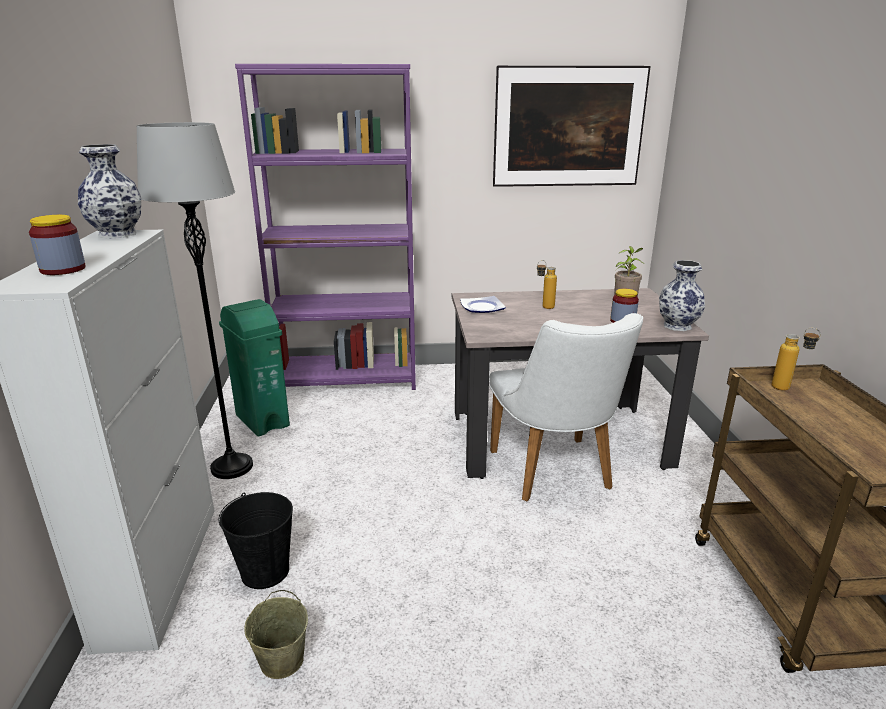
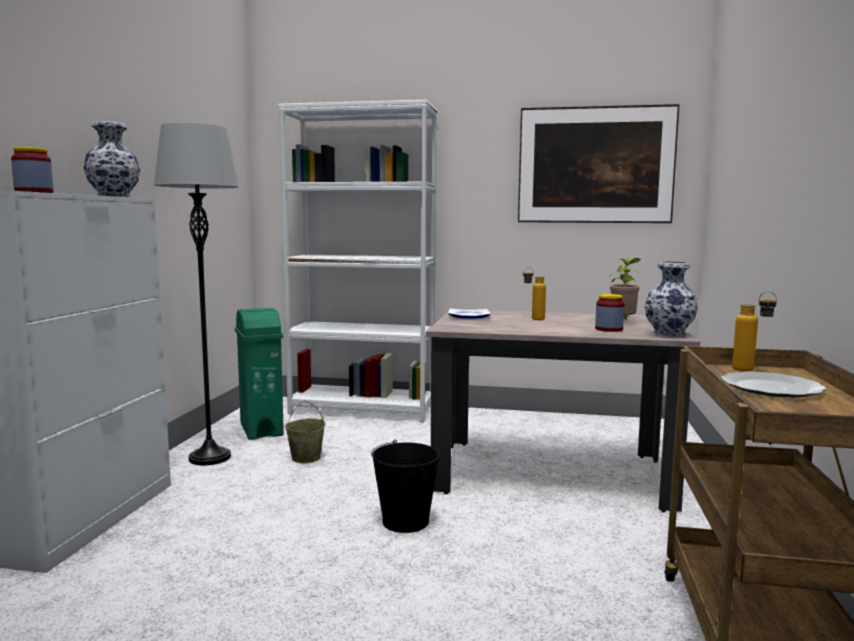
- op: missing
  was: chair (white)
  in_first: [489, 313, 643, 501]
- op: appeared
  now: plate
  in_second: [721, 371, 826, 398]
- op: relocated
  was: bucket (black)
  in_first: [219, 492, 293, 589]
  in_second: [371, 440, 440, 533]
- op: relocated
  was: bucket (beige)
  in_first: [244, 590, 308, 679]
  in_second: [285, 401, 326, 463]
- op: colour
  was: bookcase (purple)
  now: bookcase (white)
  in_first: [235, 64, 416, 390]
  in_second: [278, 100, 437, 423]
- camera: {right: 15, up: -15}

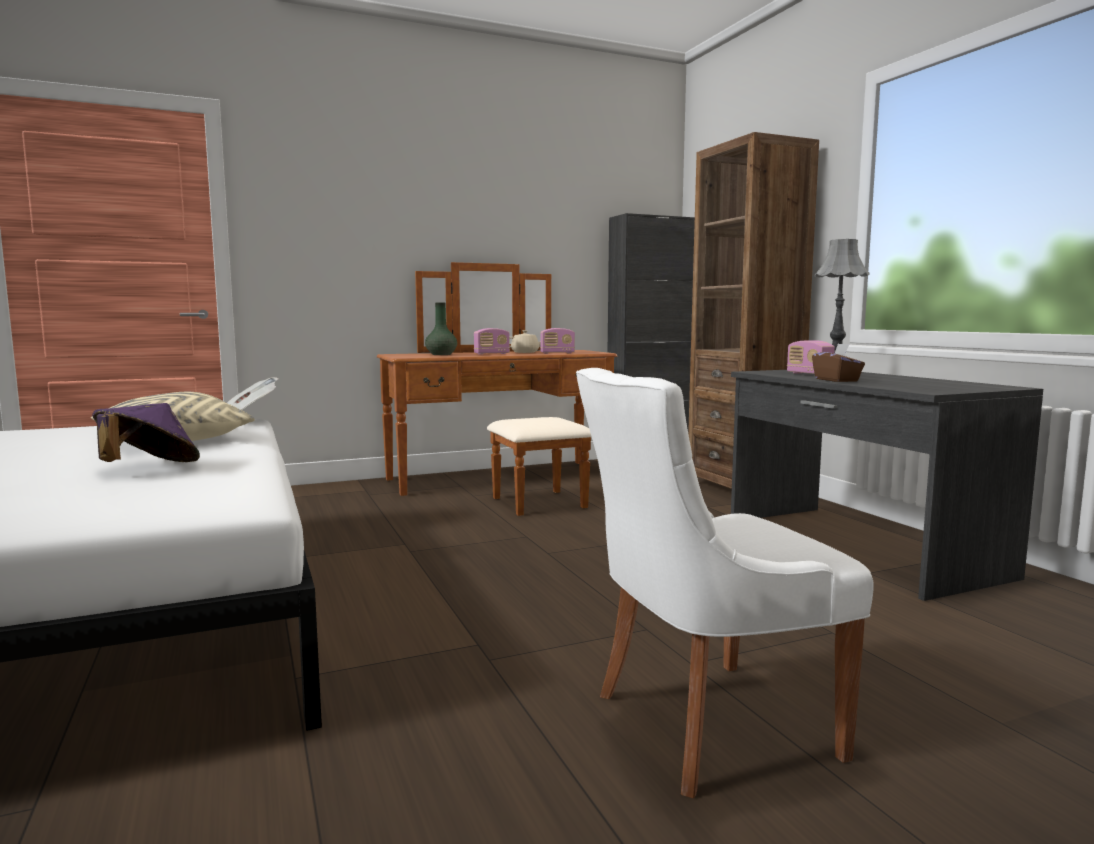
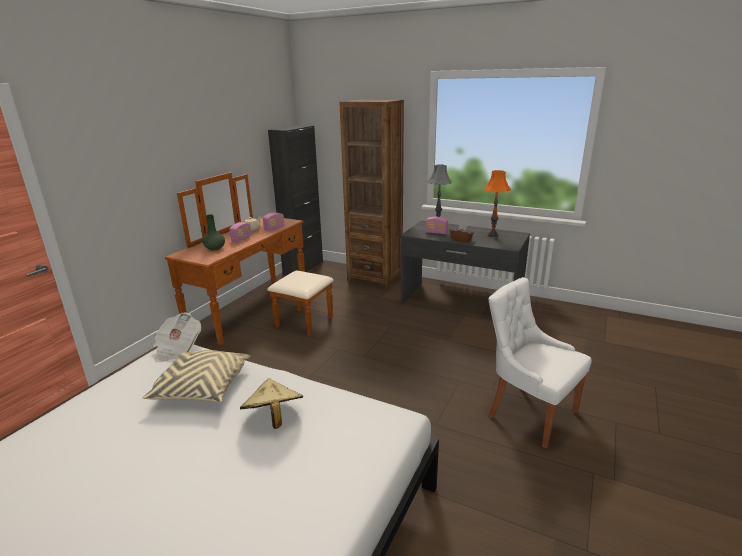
- op: appeared
  now: table lamp (orange)
  in_second: [484, 170, 511, 238]
- op: colour
  was: hat (purple)
  now: hat (beige)
  in_first: [92, 403, 200, 462]
  in_second: [240, 378, 303, 429]
- op: spun
  was: chair (white)
  in_first: [576, 368, 874, 798]
  in_second: [488, 277, 592, 449]
  clockwise: 105
- camera: {right: -40, up: 15}

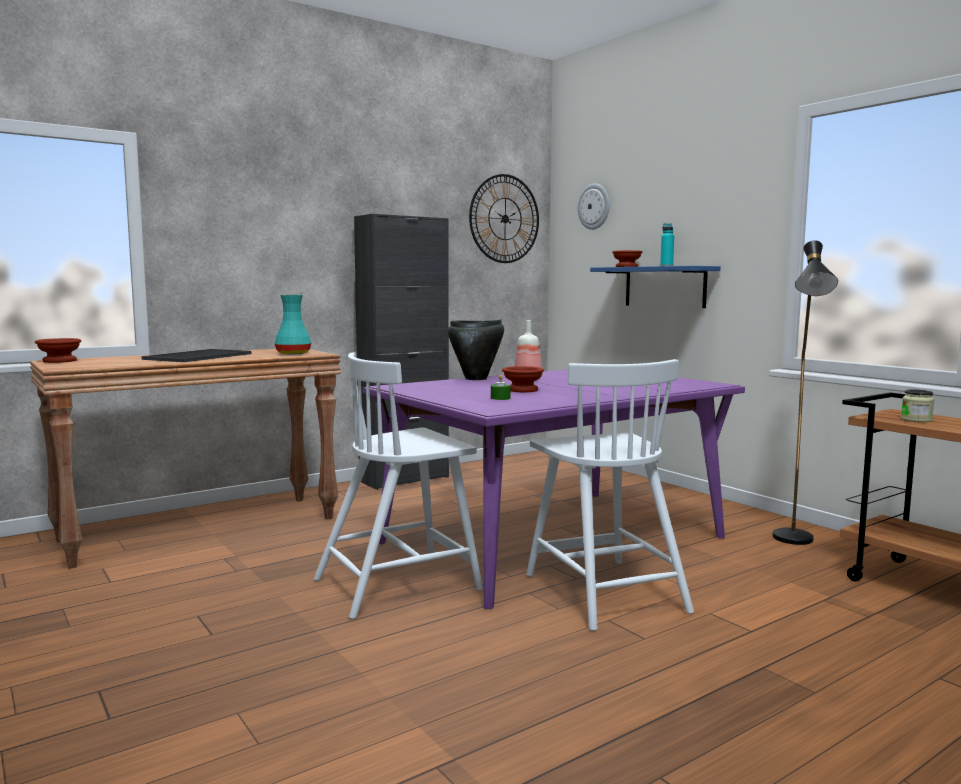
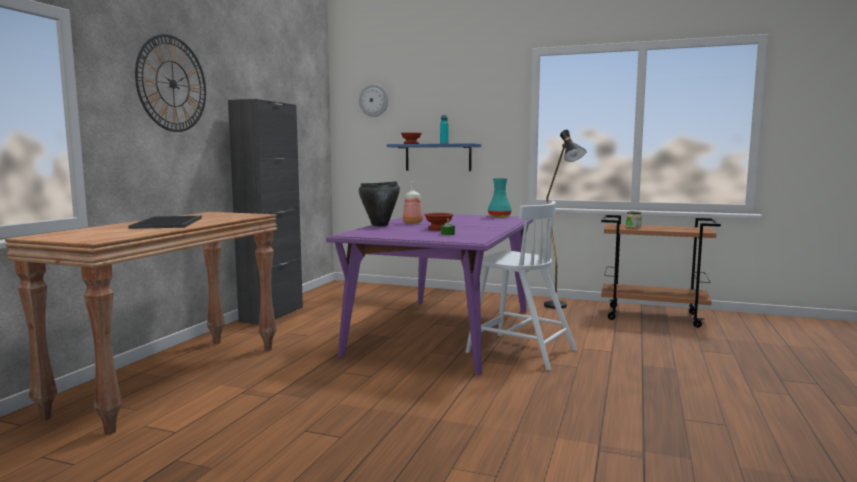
- op: missing
  was: bowl (brown)
  in_first: [35, 338, 82, 363]
- op: missing
  was: chair (white)
  in_first: [314, 352, 483, 619]
- op: relocated
  was: vase (turquoise)
  in_first: [275, 295, 311, 355]
  in_second: [488, 178, 512, 218]
- op: relocated
  was: wall clock
  in_first: [469, 174, 539, 263]
  in_second: [135, 34, 206, 132]
- camera: {right: -35, up: 0}

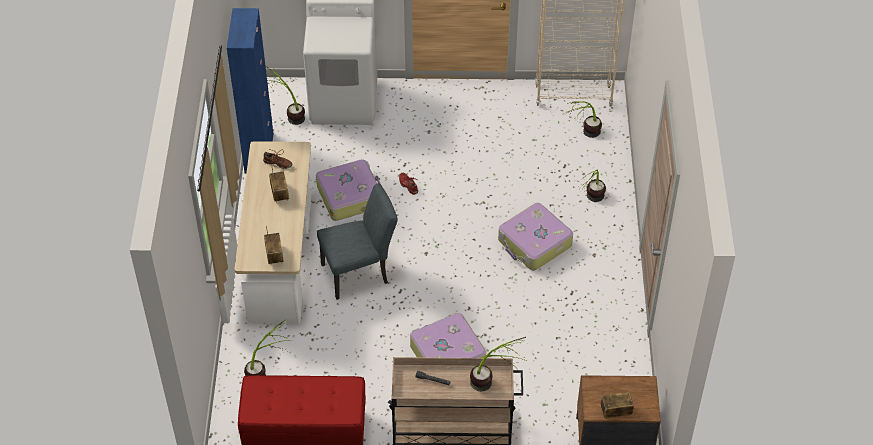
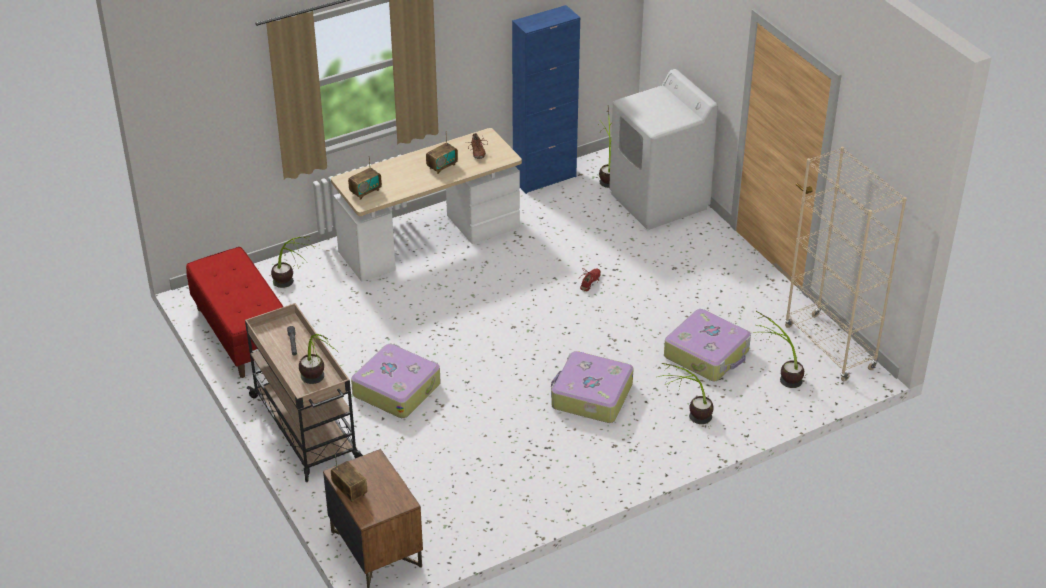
- op: missing
  was: chair (grey)
  in_first: [317, 183, 398, 300]
- op: relocated
  was: suitcase
  in_first: [316, 159, 380, 221]
  in_second: [664, 309, 751, 381]
- camera: {right: 60, up: -10}

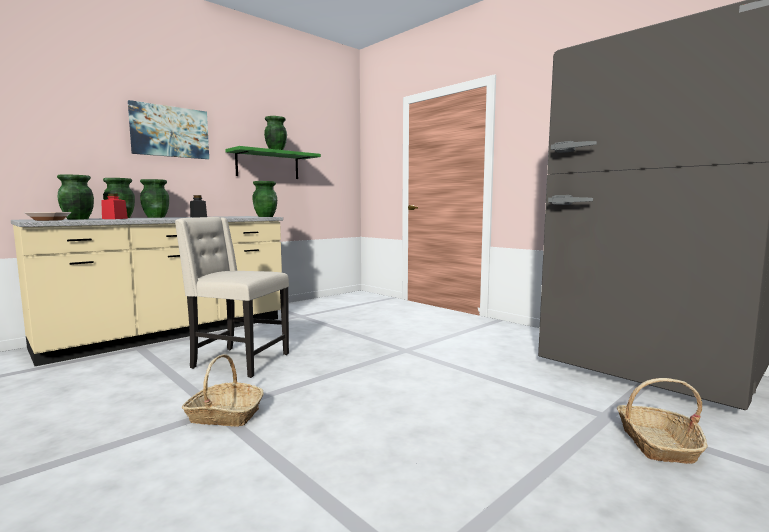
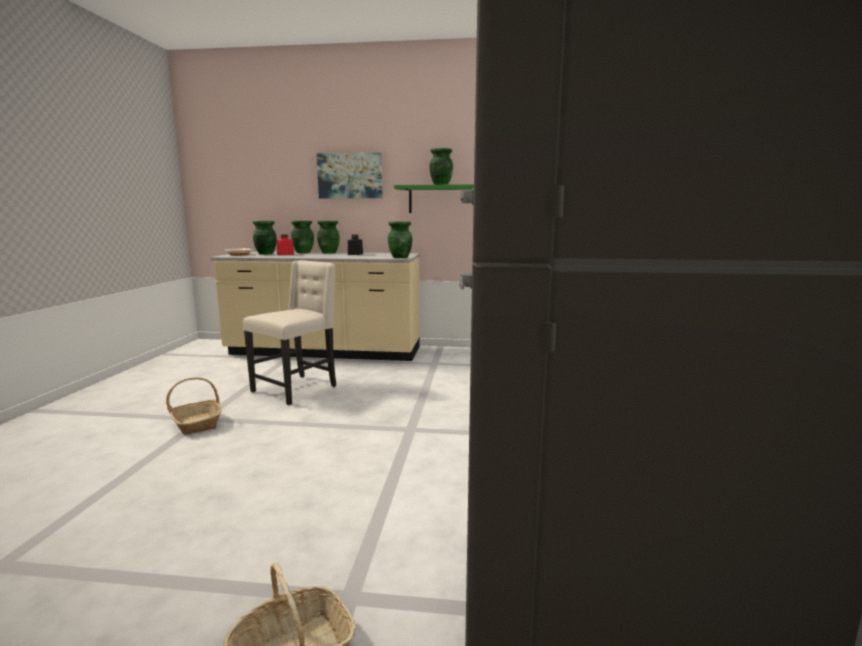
- op: spun
  was: chair (beige)
  in_first: [175, 217, 289, 378]
  in_second: [243, 260, 336, 405]
  clockwise: 60
- camera: {right: 50, up: 5}

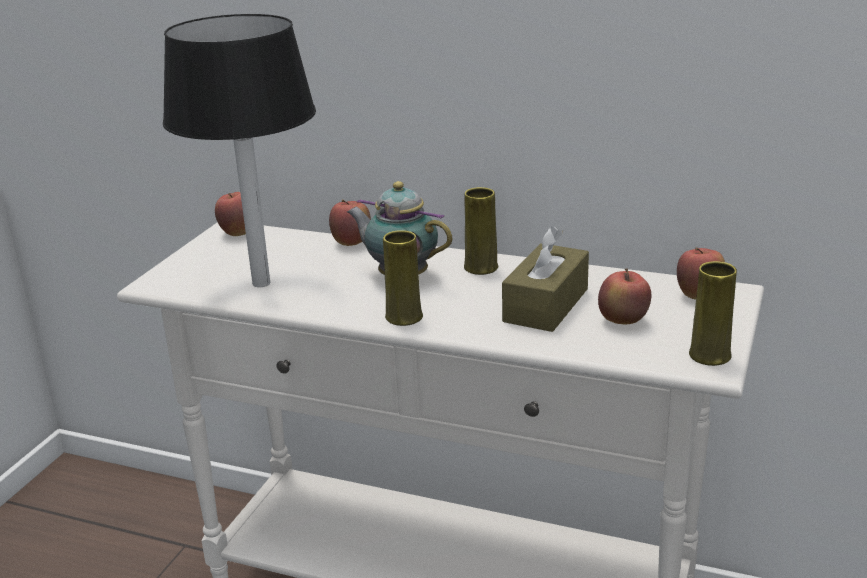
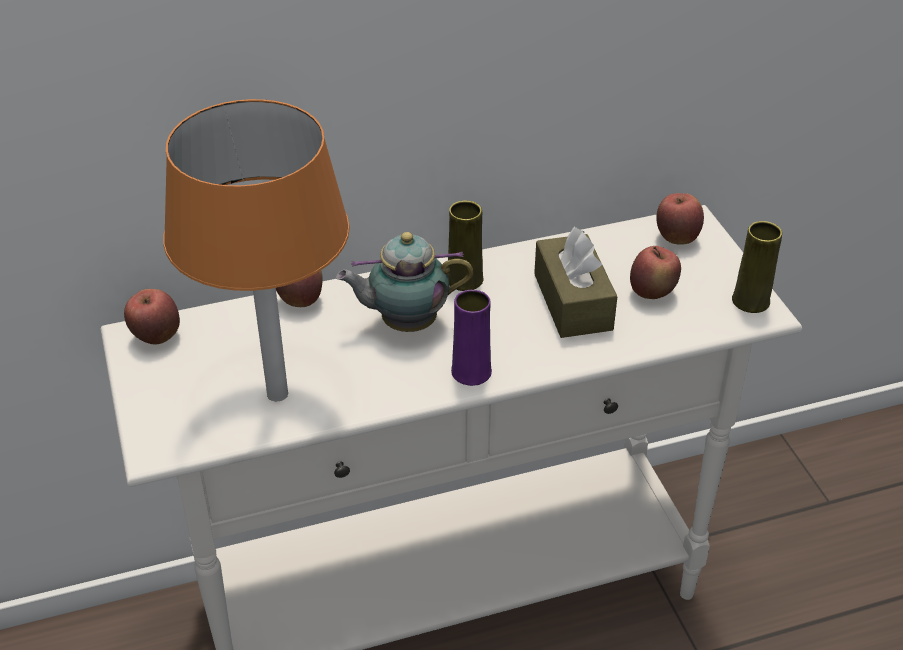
- op: colour
  was: table lamp (black)
  now: table lamp (orange)
  in_first: [163, 14, 316, 287]
  in_second: [163, 99, 350, 401]
- op: colour
  was: vase (yellow)
  now: vase (purple)
  in_first: [383, 230, 423, 326]
  in_second: [451, 290, 492, 386]
- camera: {right: -40, up: 15}

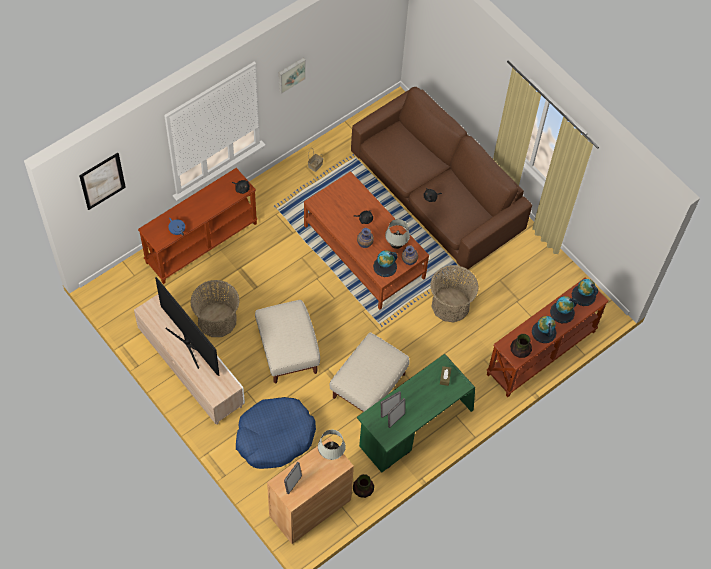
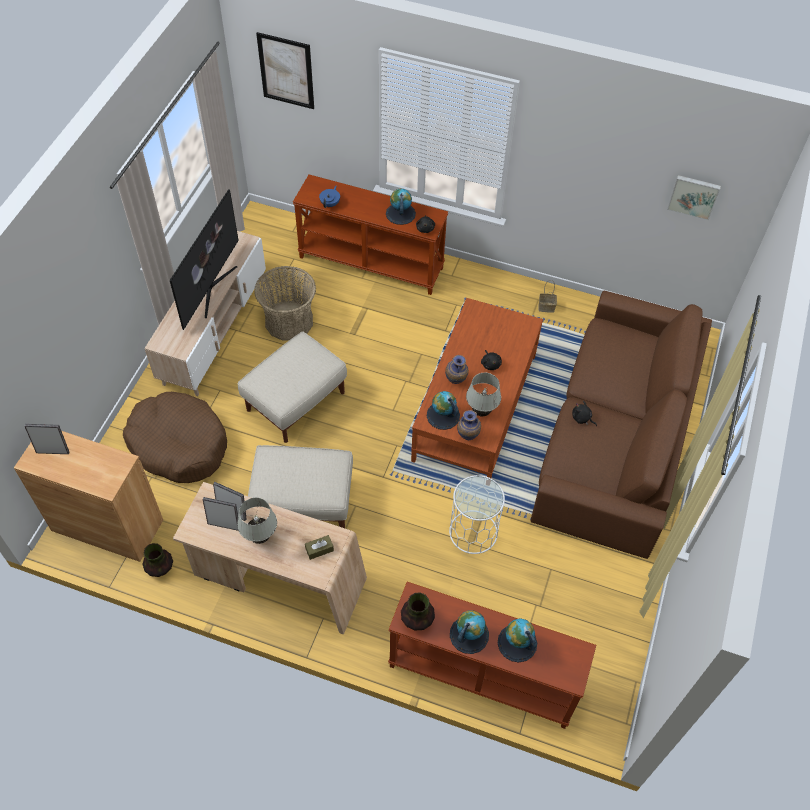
- op: relocated
  was: picture
  in_first: [279, 58, 306, 94]
  in_second: [667, 175, 721, 220]
- op: relocated
  was: table lamp (white)
  in_first: [318, 430, 346, 460]
  in_second: [237, 498, 277, 544]
- op: relocated
  was: globe
  in_first: [572, 279, 598, 306]
  in_second: [386, 188, 416, 225]
- op: exchanged
  was: basket
  now: side table (white)
  in_first: [430, 265, 479, 323]
  in_second: [449, 475, 505, 554]
- op: colour
  was: dog bed (blue)
  now: dog bed (brown)
  in_first: [236, 397, 316, 469]
  in_second: [123, 392, 227, 483]
- op: colour
  was: desk (green)
  now: desk (beige)
  in_first: [357, 354, 475, 473]
  in_second: [173, 482, 367, 635]
- camera: {right: 60, up: -5}

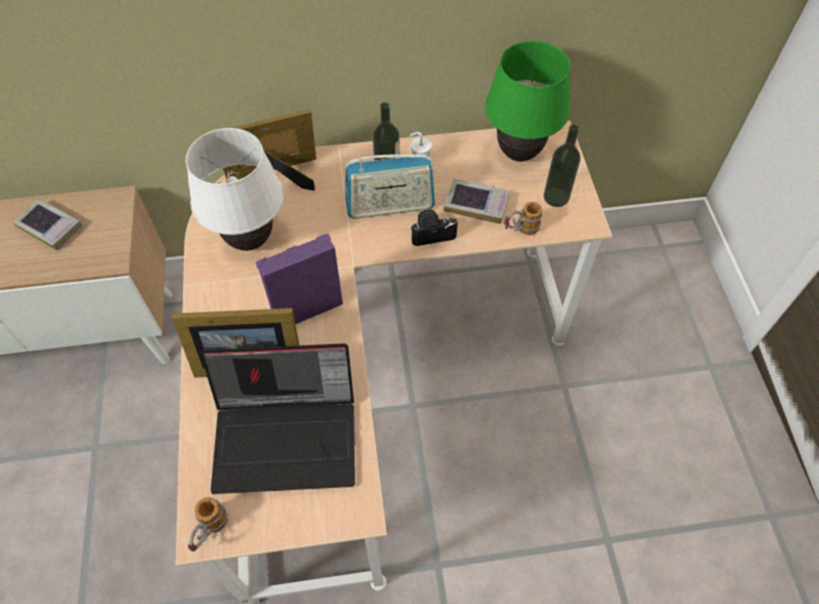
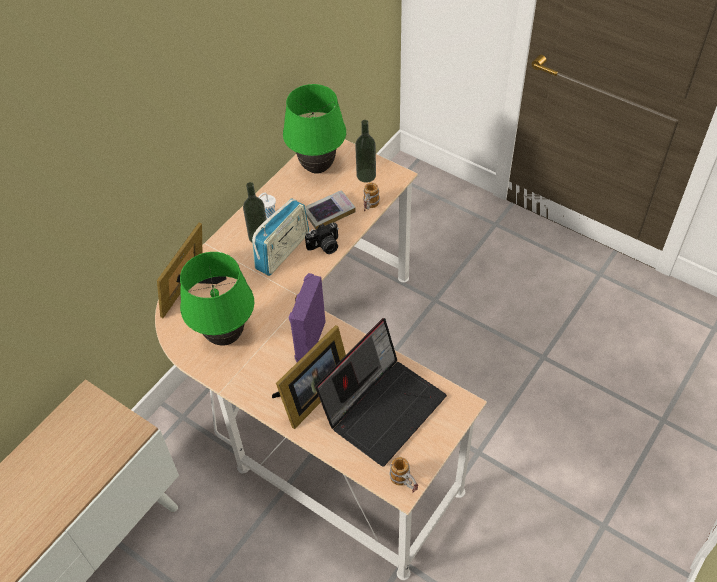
- op: missing
  was: book
  in_first: [13, 199, 82, 251]
- op: colour
  was: table lamp (white)
  now: table lamp (green)
  in_first: [186, 128, 284, 251]
  in_second: [180, 252, 254, 346]
- op: spun
  was: photo camera
  in_first: [411, 209, 458, 246]
  in_second: [305, 223, 339, 254]
  clockwise: -150
- camera: {right: -45, up: -5}

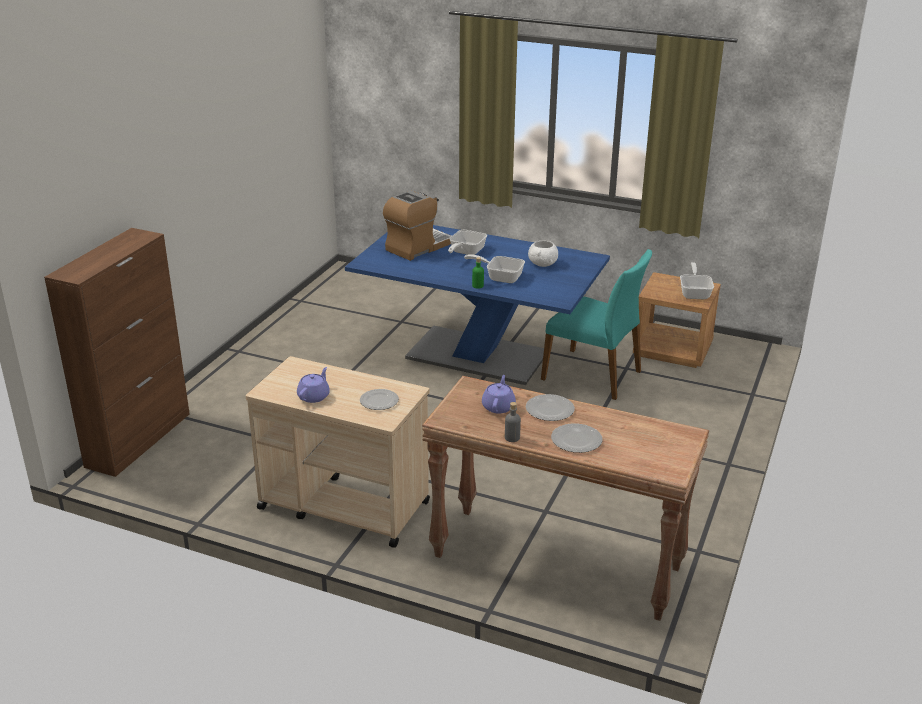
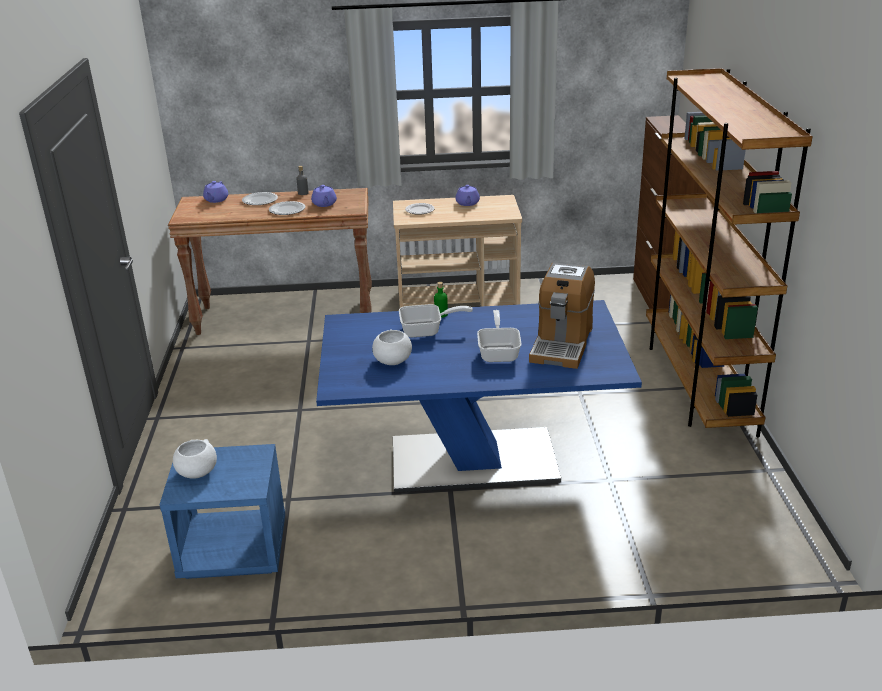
- op: missing
  was: chair (turquoise)
  in_first: [541, 249, 652, 400]
- op: appeared
  now: teapot (purple)
  in_second: [203, 181, 228, 203]
- op: appeared
  now: bookcase (brown)
  in_second: [646, 68, 813, 437]
- op: exchanged
  was: frying pan
  now: bowl (white)
  in_first: [680, 262, 714, 299]
  in_second: [173, 439, 217, 479]
- op: colour
  was: nightstand (brown)
  now: nightstand (blue)
  in_first: [633, 272, 721, 368]
  in_second: [159, 444, 285, 579]
- camera: {right: 155, up: 0}

